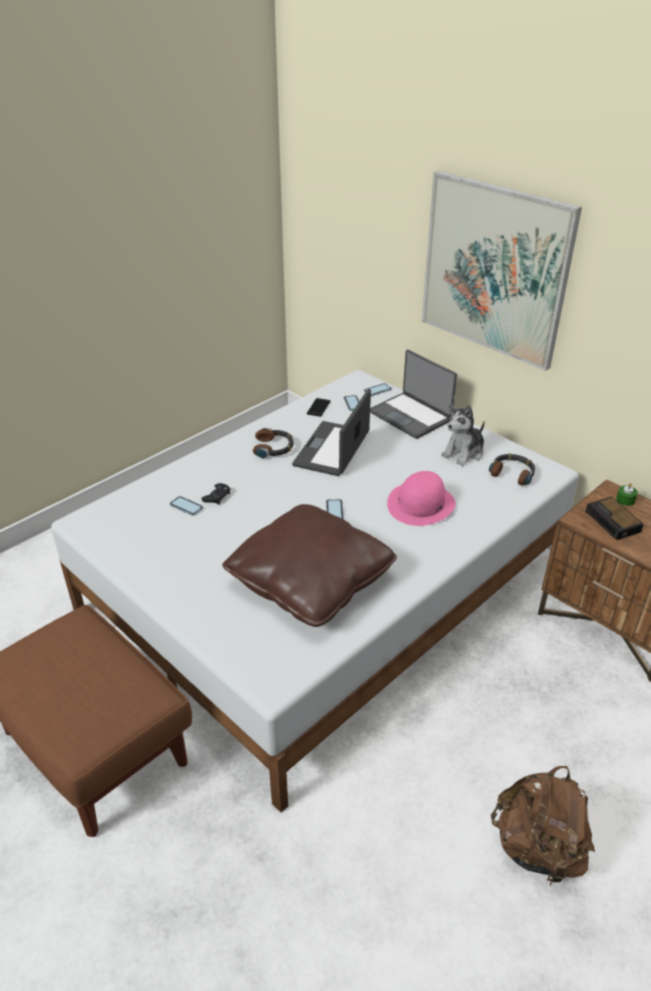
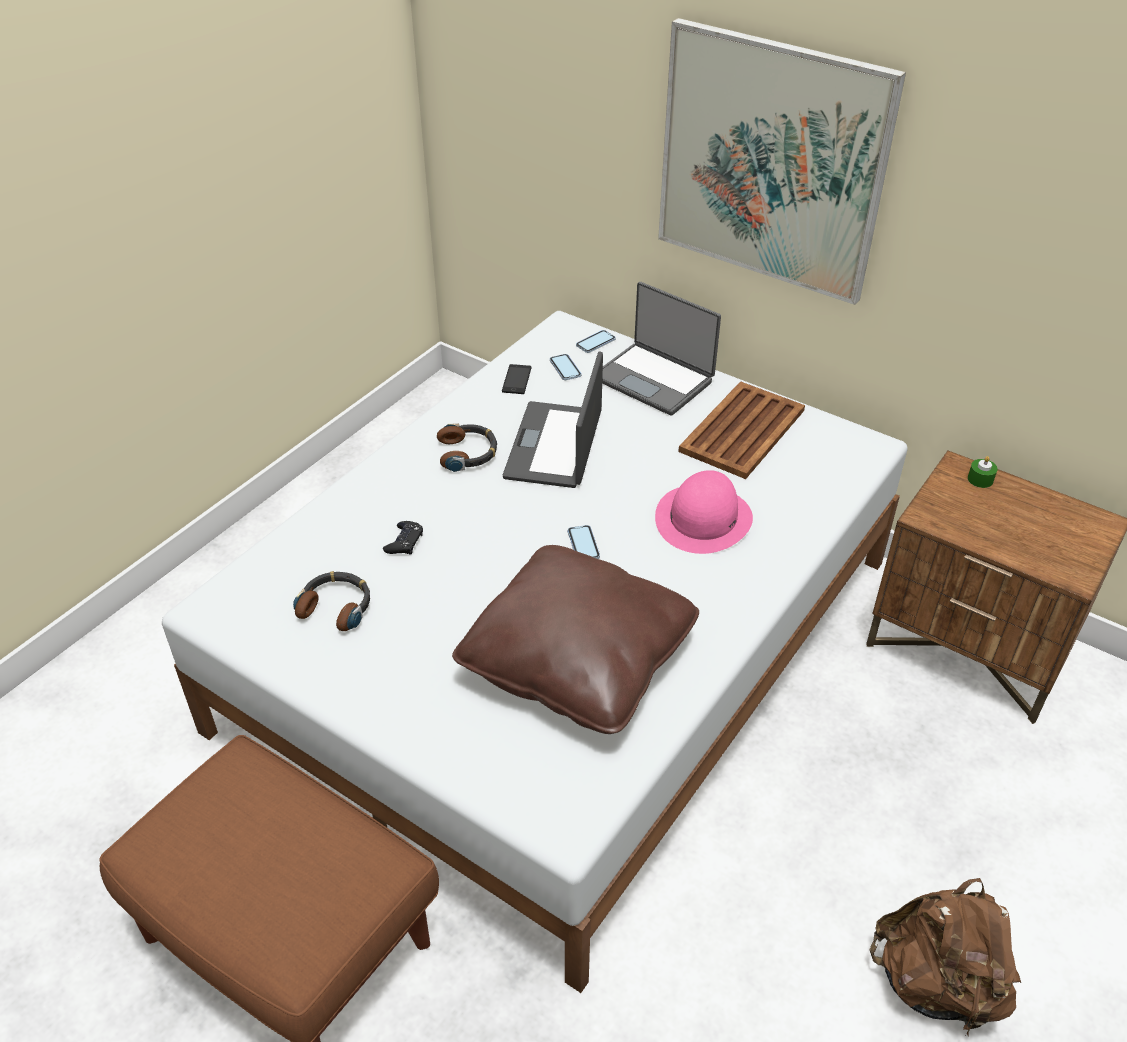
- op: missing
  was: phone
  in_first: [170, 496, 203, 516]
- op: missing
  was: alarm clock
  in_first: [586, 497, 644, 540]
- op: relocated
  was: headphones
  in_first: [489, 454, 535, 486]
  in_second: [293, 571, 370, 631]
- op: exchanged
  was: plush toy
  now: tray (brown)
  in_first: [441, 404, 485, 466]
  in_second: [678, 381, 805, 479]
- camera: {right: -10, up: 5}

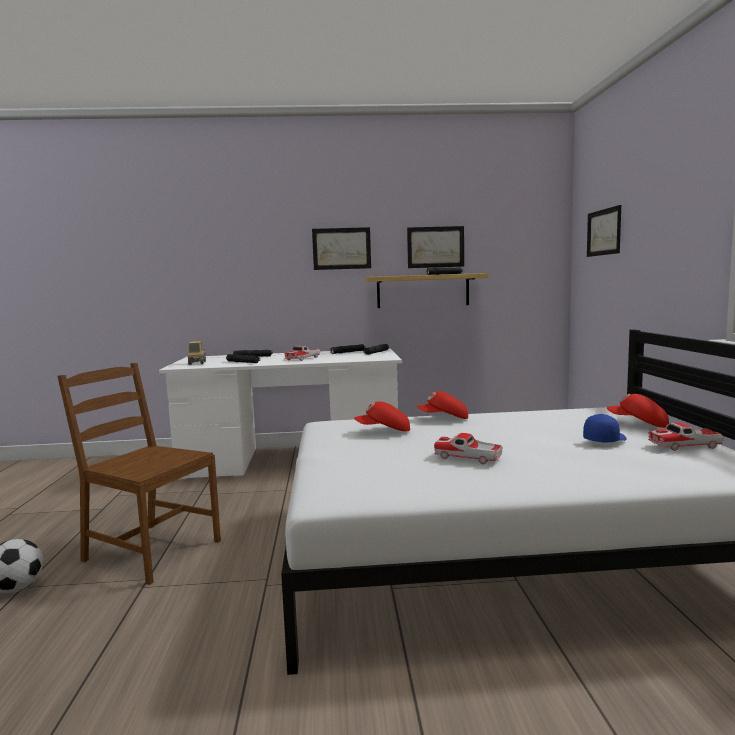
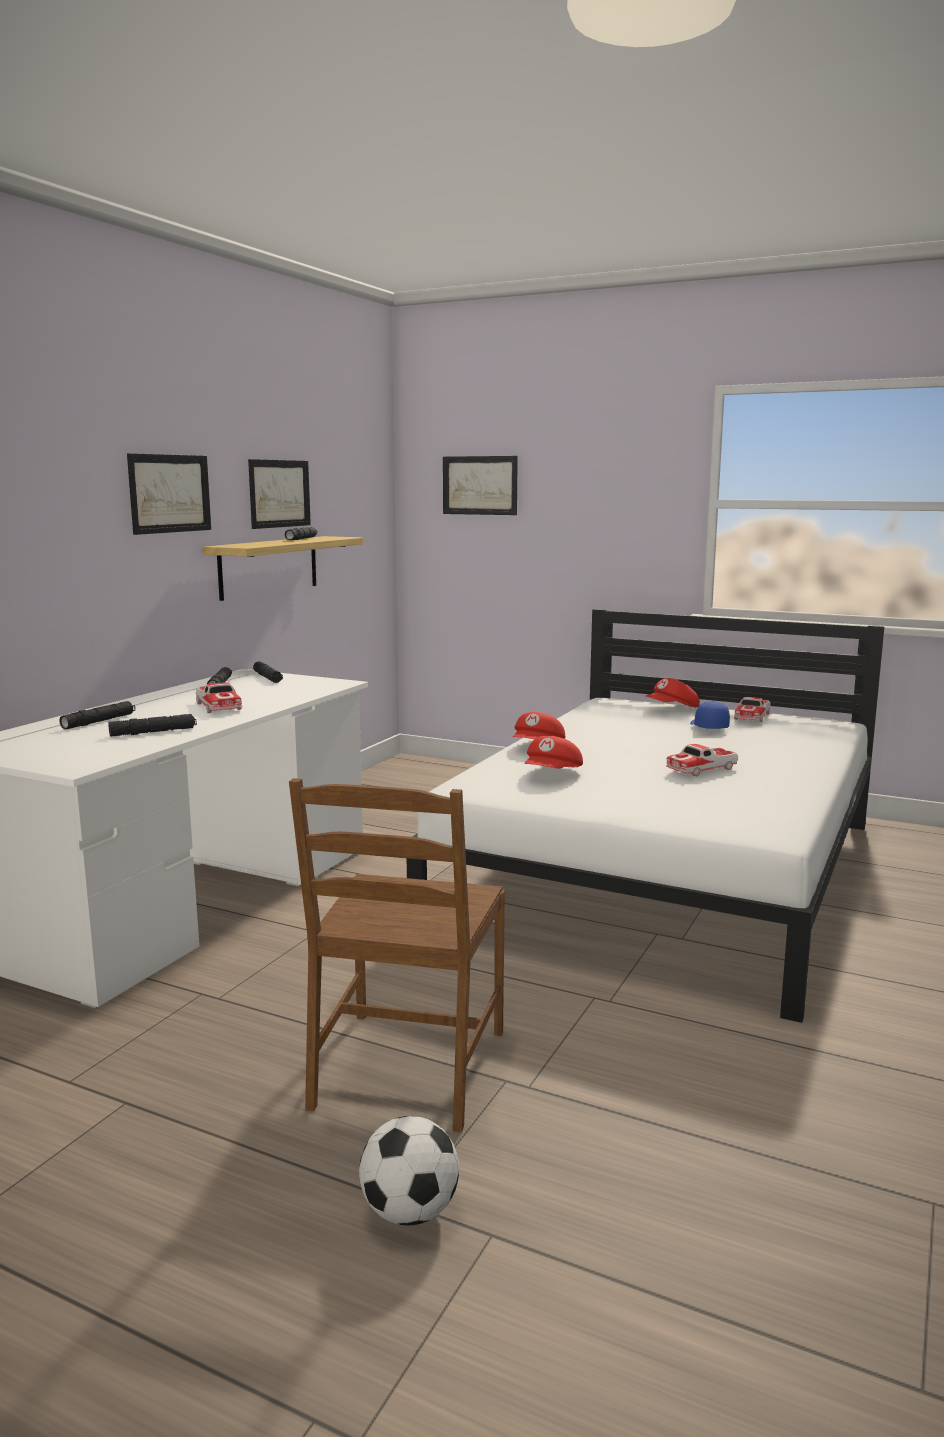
- op: missing
  was: toy truck
  in_first: [188, 341, 206, 365]
- op: spun
  was: chair (brown)
  in_first: [57, 363, 221, 585]
  in_second: [289, 778, 505, 1132]
  clockwise: -45
- camera: {right: -60, up: 5}

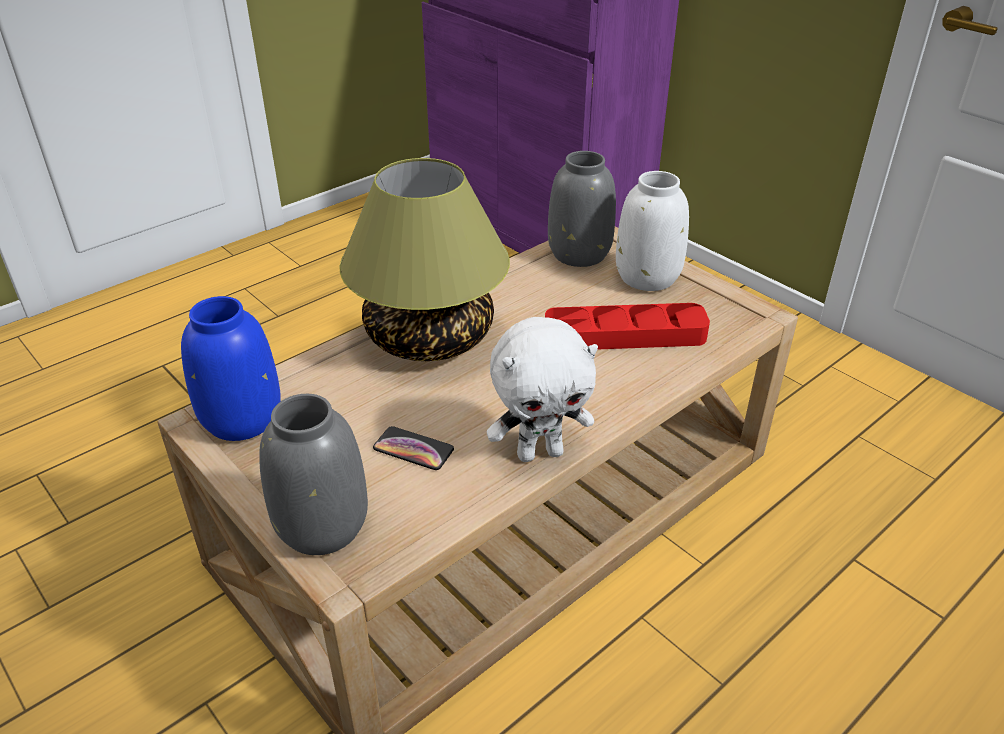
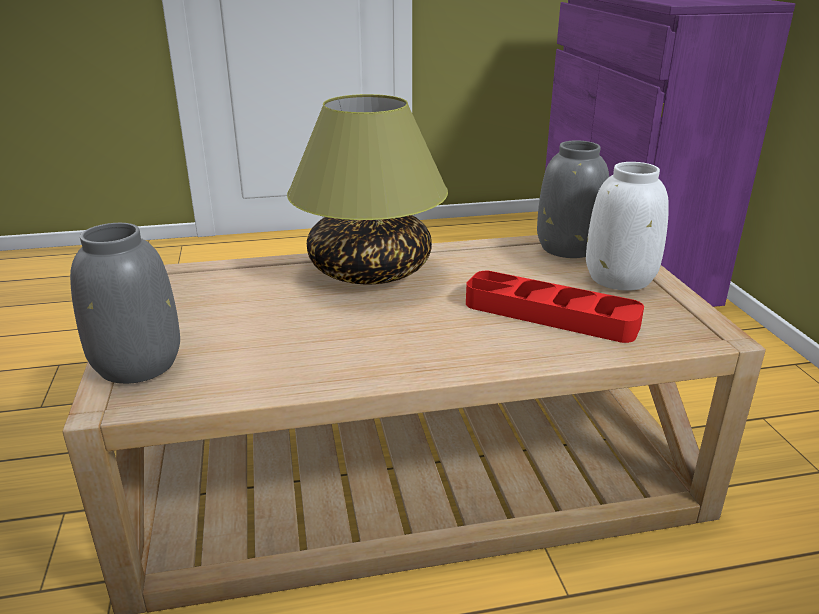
- op: missing
  was: vase (blue)
  in_first: [181, 296, 281, 441]
- op: missing
  was: phone
  in_first: [373, 426, 454, 470]
- op: missing
  was: plush toy (white)
  in_first: [487, 317, 598, 462]
- camera: {right: 30, up: -10}

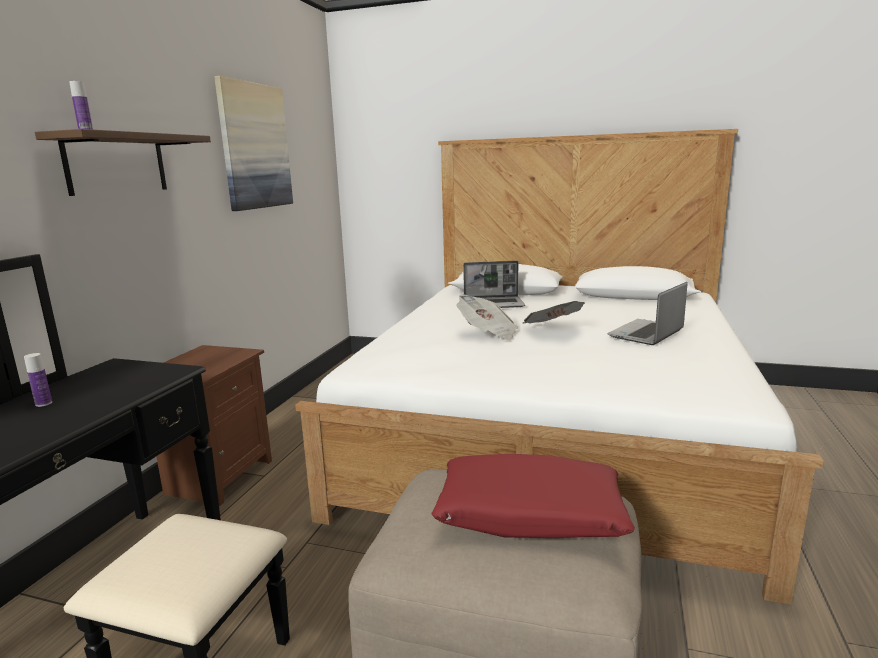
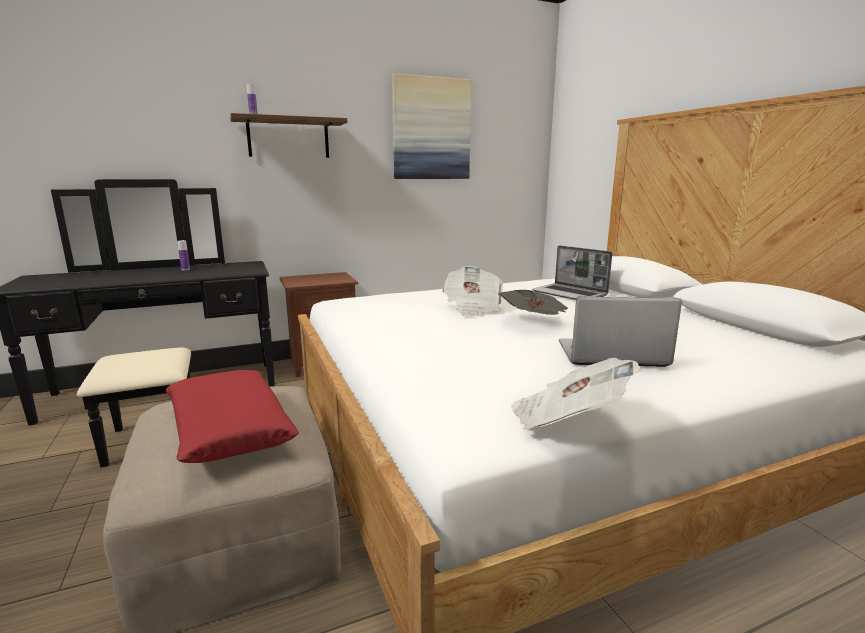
- op: appeared
  now: newspaper
  in_second: [511, 357, 641, 430]
- camera: {right: 50, up: 0}

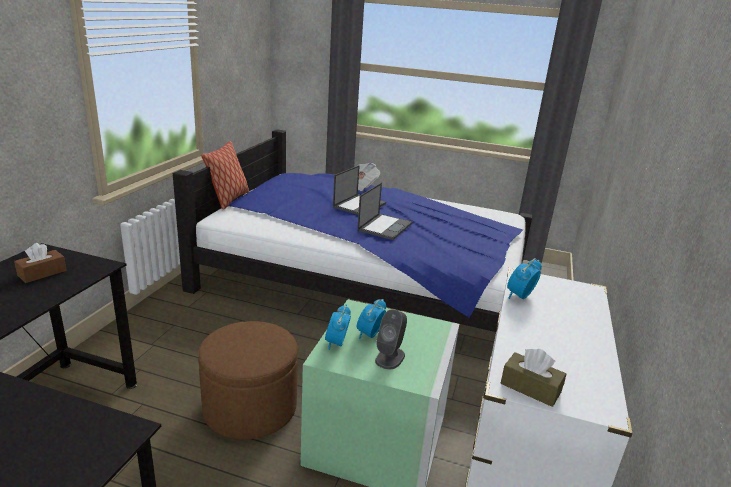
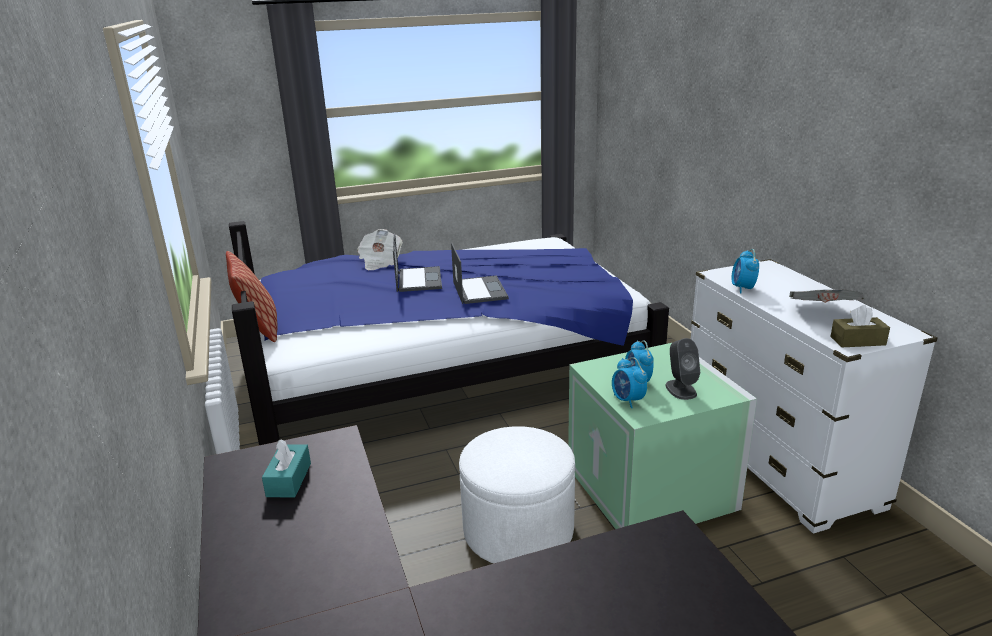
- op: appeared
  now: newspaper
  in_second: [789, 289, 864, 303]
- op: colour
  was: tissue box (brown)
  now: tissue box (turquoise)
  in_first: [14, 243, 67, 283]
  in_second: [262, 439, 311, 497]
- op: colour
  was: ottoman (brown)
  now: ottoman (white)
  in_first: [198, 321, 298, 440]
  in_second: [459, 426, 575, 564]
- camera: {right: -35, up: 0}

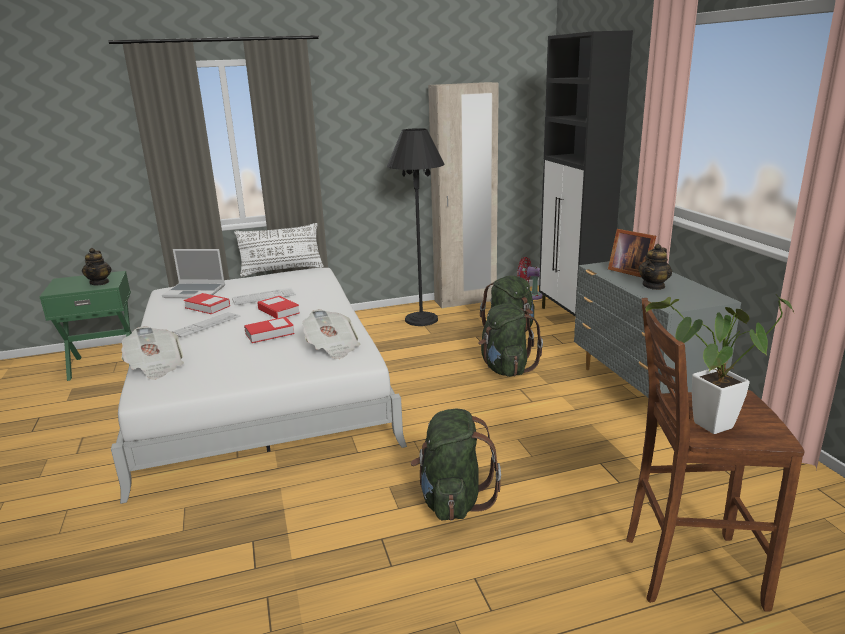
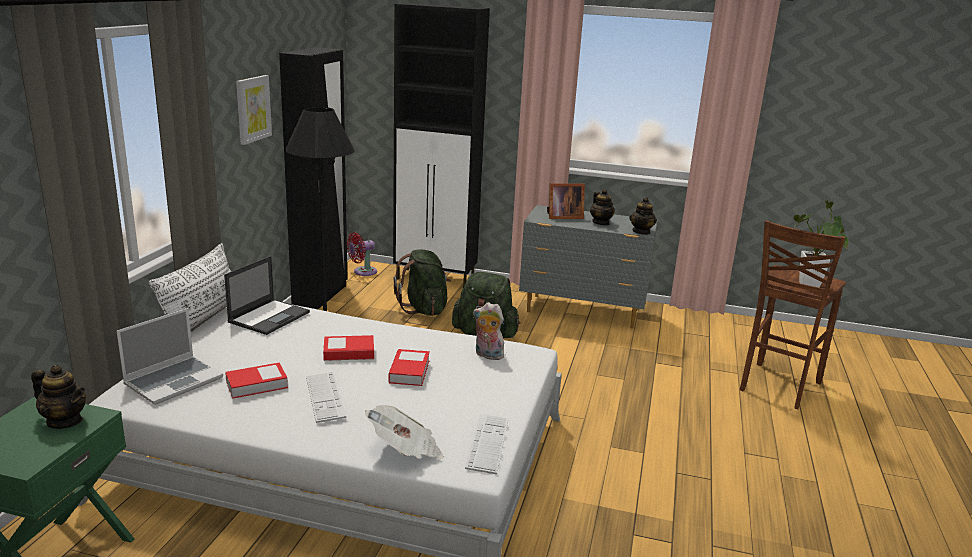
- op: missing
  was: backpack (green)
  in_first: [411, 409, 501, 521]
- op: appeared
  now: laptop
  in_second: [224, 256, 310, 335]
- op: appeared
  now: picture
  in_second: [236, 75, 272, 145]
- op: appeared
  now: teapot
  in_second: [629, 197, 657, 235]
- op: relocated
  was: keyboard
  in_first: [232, 288, 296, 305]
  in_second: [465, 414, 509, 475]
- op: exchanged
  was: newspaper
  now: plush toy
  in_first: [302, 309, 360, 359]
  in_second: [473, 302, 504, 360]
- op: colour
  was: wardrobe (beige)
  now: wardrobe (black)
  in_first: [428, 82, 499, 308]
  in_second: [279, 47, 348, 309]
- camera: {right: -60, up: 0}

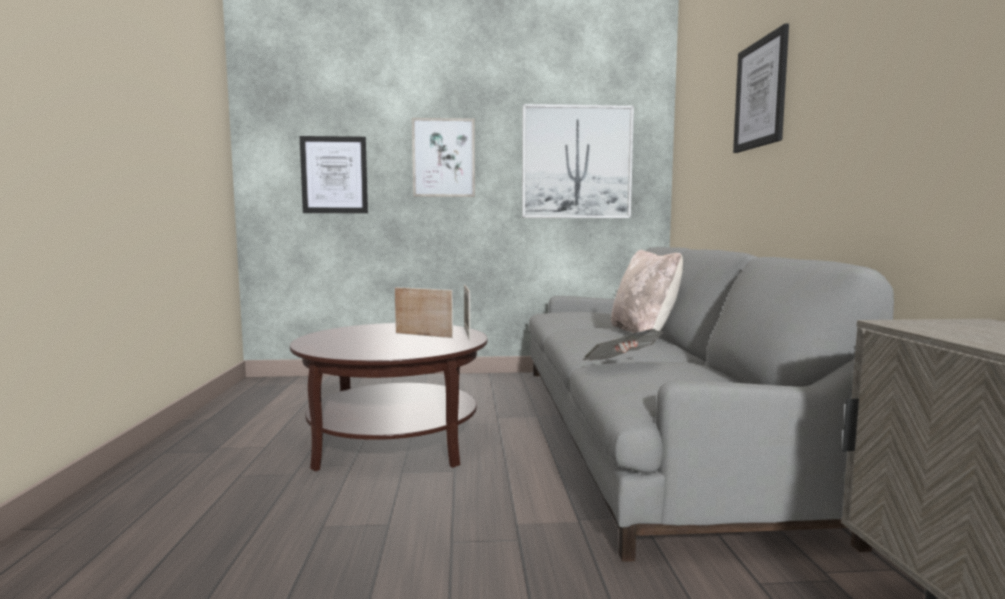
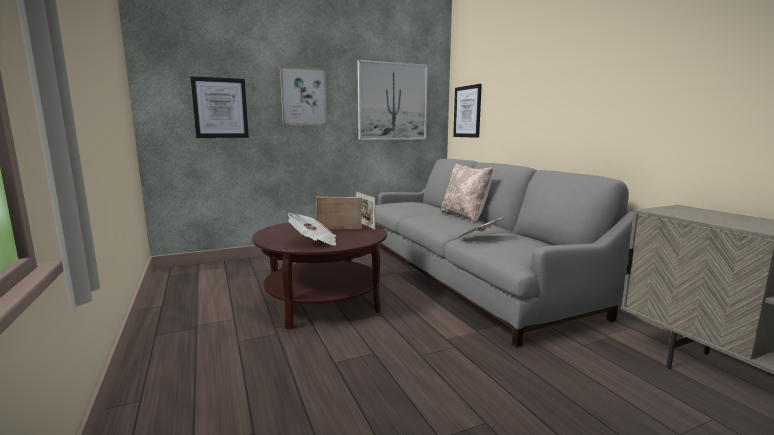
- op: appeared
  now: newspaper
  in_second: [287, 213, 336, 246]
- op: relocated
  was: picture
  in_first: [733, 23, 789, 153]
  in_second: [453, 84, 482, 138]
- camera: {right: -20, up: 5}

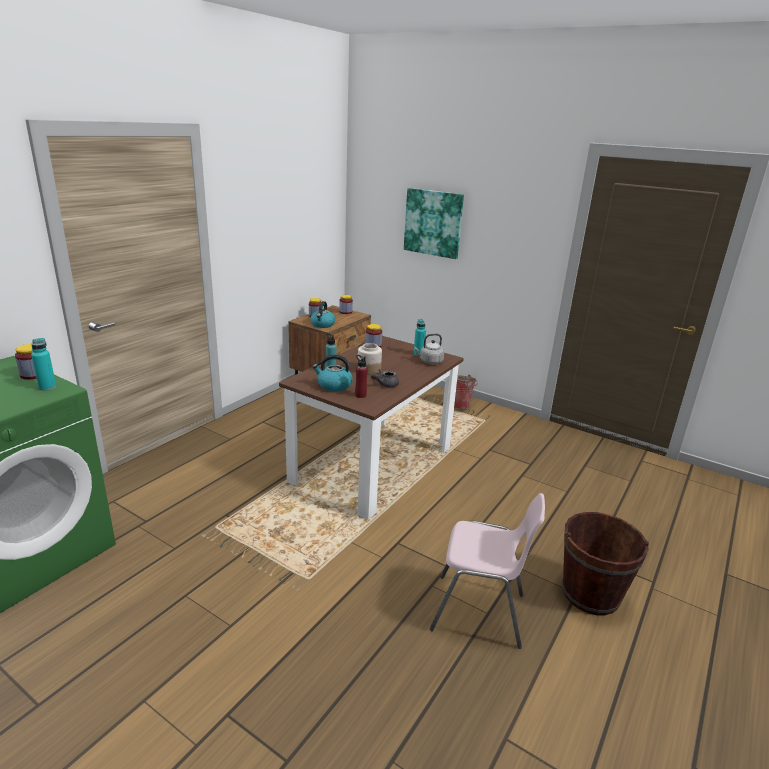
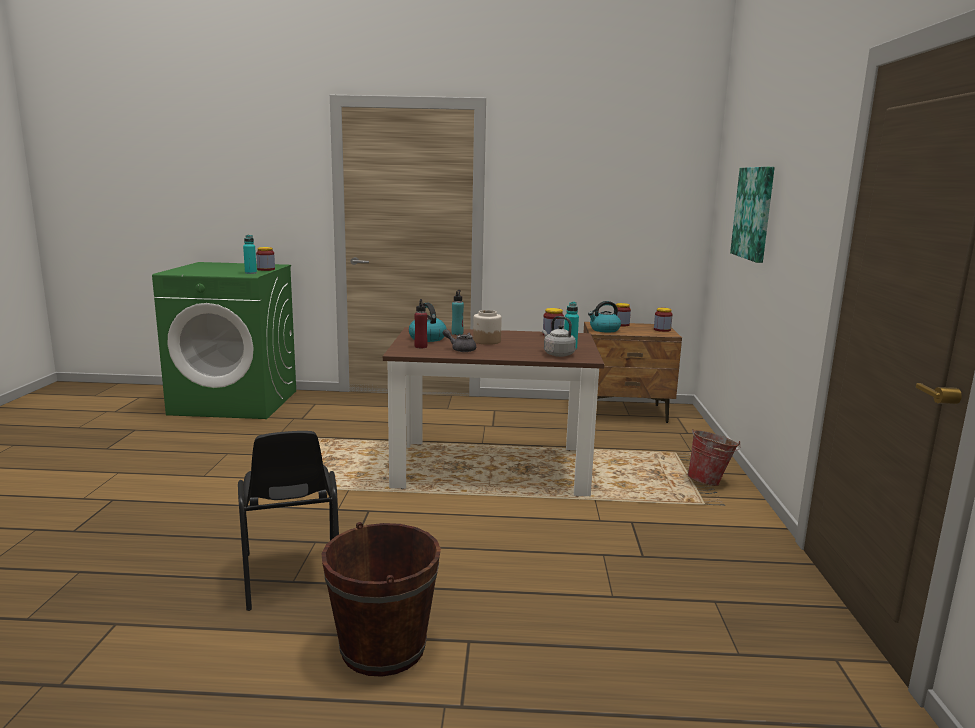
- op: colour
  was: chair (pink)
  now: chair (black)
  in_first: [430, 493, 545, 649]
  in_second: [238, 431, 339, 611]
- camera: {right: 60, up: -10}

